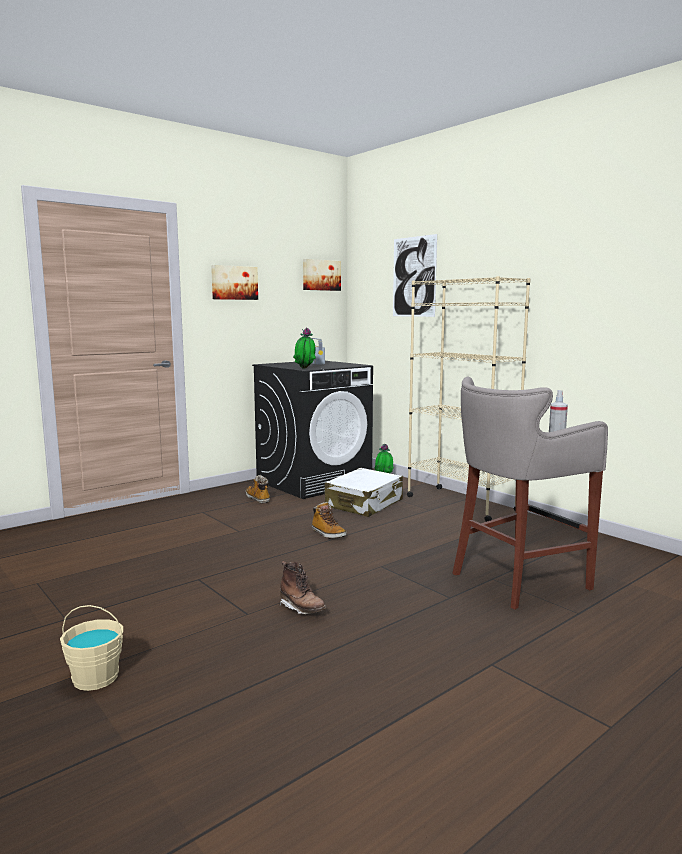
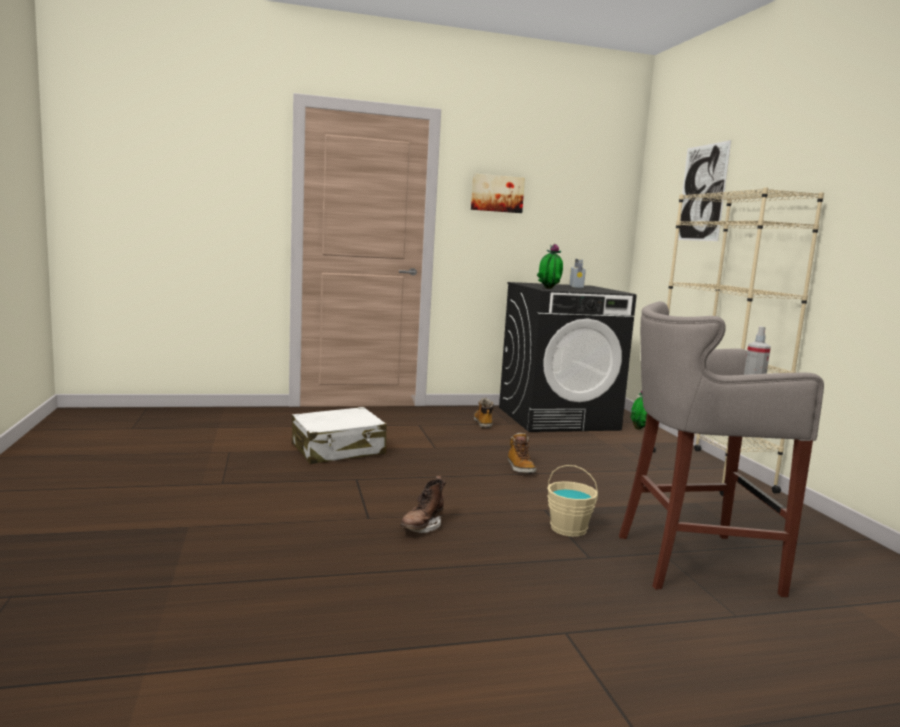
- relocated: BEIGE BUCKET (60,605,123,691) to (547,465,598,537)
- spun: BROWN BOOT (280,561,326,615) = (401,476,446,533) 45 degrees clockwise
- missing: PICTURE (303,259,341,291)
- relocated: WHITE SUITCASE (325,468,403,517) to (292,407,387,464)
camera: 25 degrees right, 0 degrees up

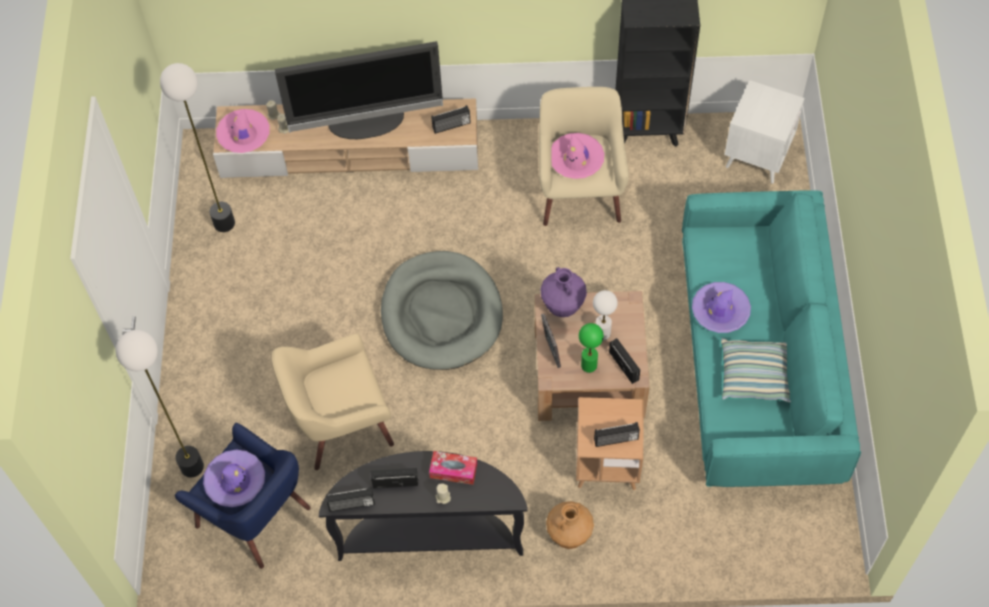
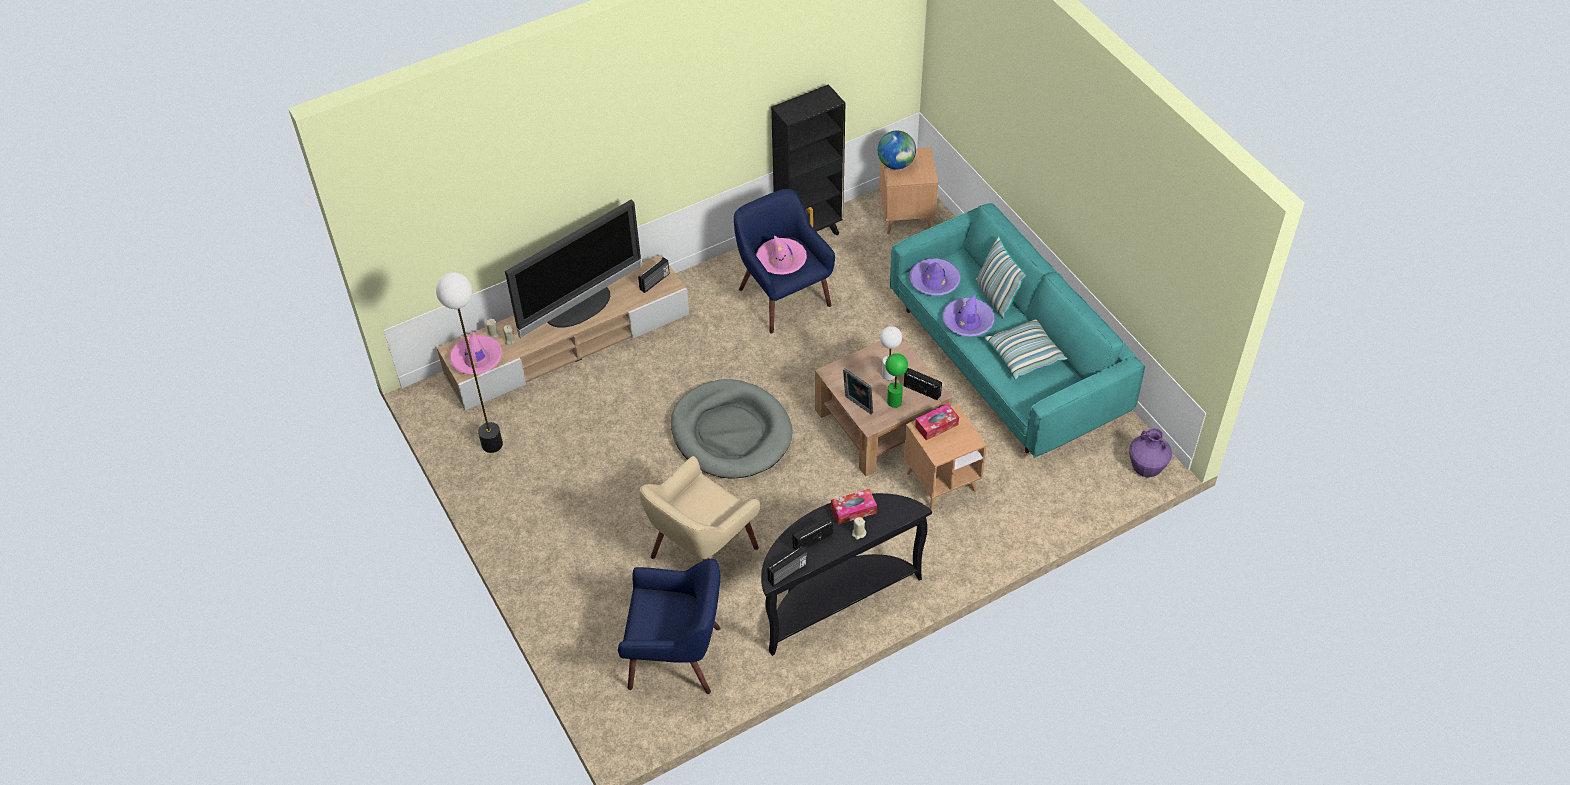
- missing: FLOOR LAMP (116,330,204,477)
- relocated: PURPLE HAT (203,449,265,507) to (909,259,961,296)
- colour: BEIGE ARMCHAIR (539,87,629,226) to BLUE ARMCHAIR (734,189,835,333)
- relocated: PURPLE VASE (540,267,587,317) to (1129,428,1172,477)
- missing: BROWN VASE (546,501,594,549)
- missing: RADIO (594,422,640,447)
- colour: WHITE SIDE TABLE (724,80,804,184) to BROWN SIDE TABLE (879,147,938,235)
- appeared: GLOBE (878,131,916,169)
- appeared: TISSUE BOX (915,404,959,440)
- appeared: PILLOW (975,236,1026,319)
camera: 30 degrees left, 10 degrees down

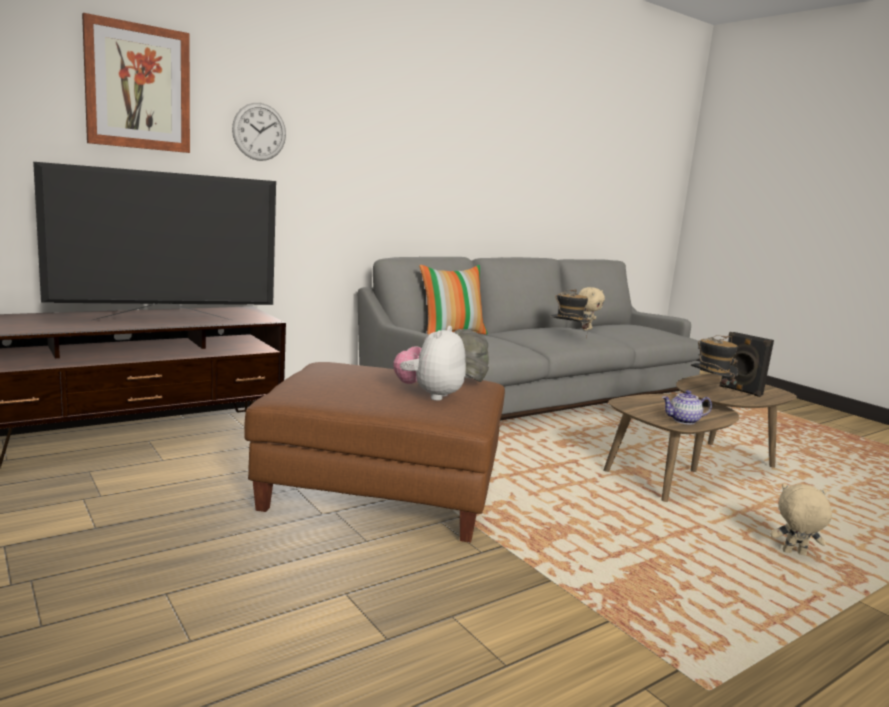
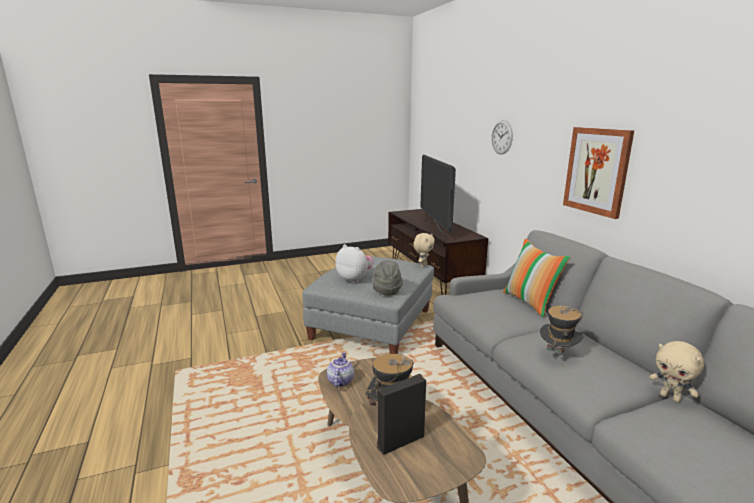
- relocated: PICTURE (82,13,190,153) to (563,127,634,219)
- colour: BROWN OTTOMAN (245,362,505,543) to GREY OTTOMAN (302,256,434,354)
- relocated: BEIGE PLUSH TOY (770,484,832,556) to (413,233,435,267)
camera: 105 degrees right, 5 degrees up

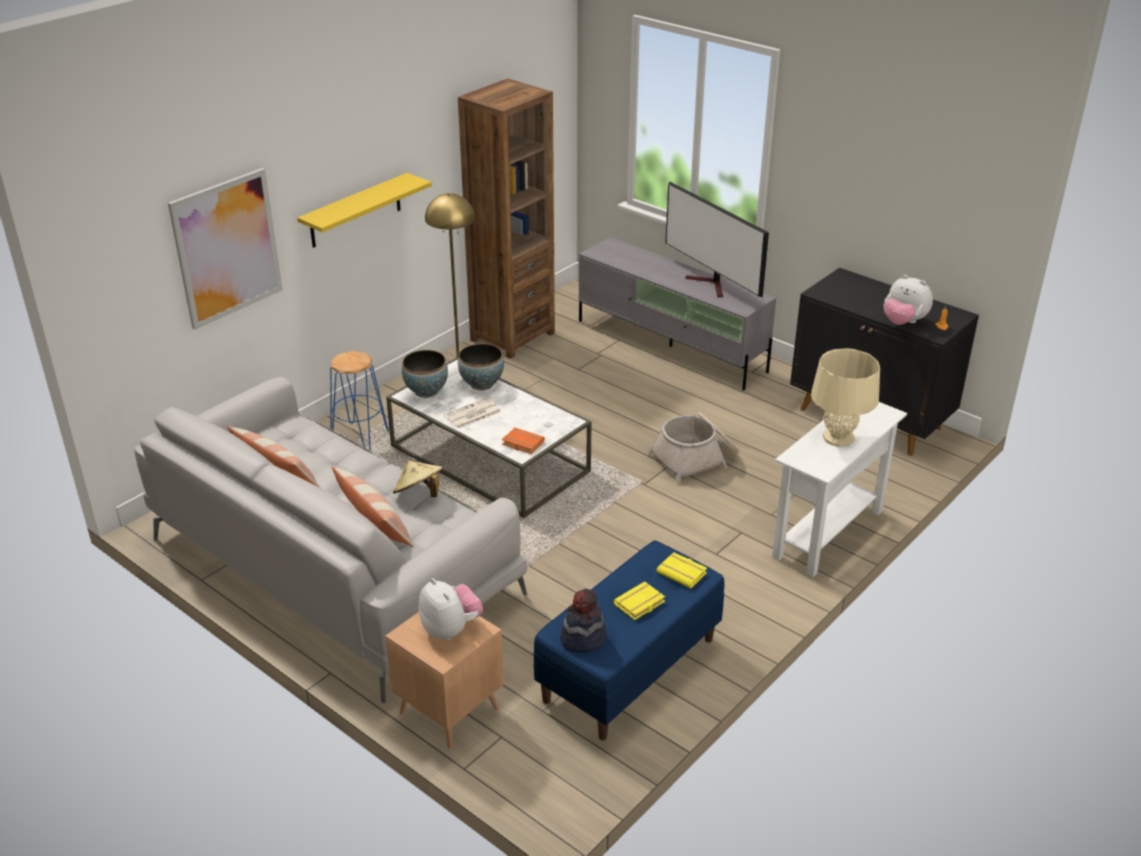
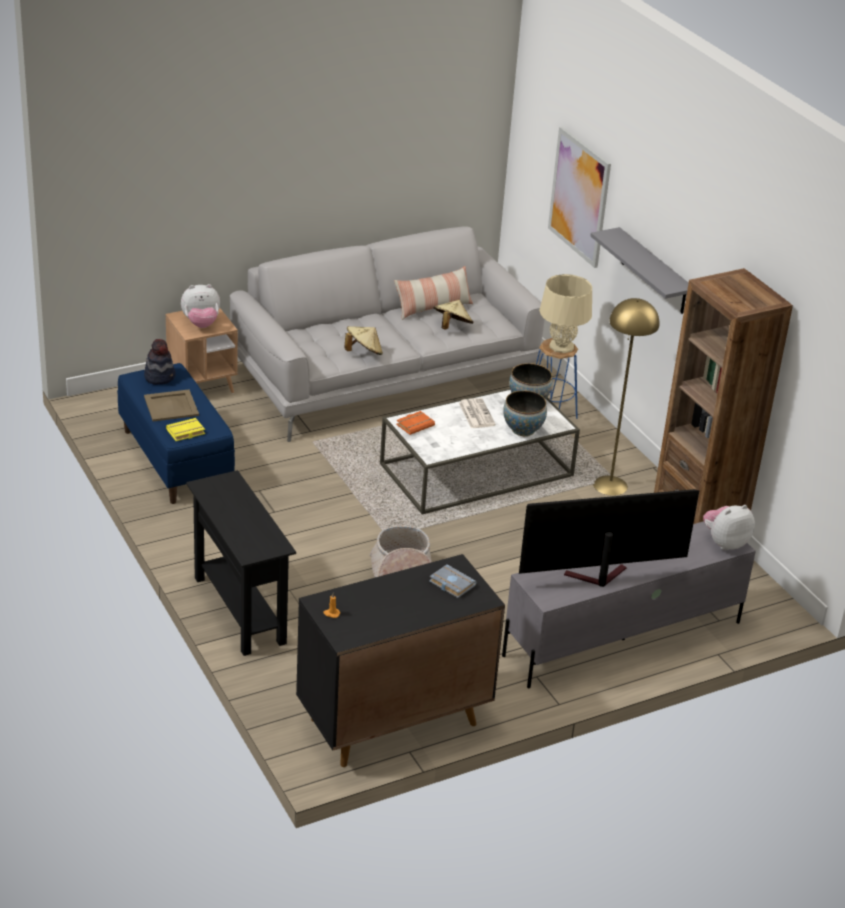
- colour: YELLOW SHELF (297,173,432,248) to GREY SHELF (590,227,689,314)
- missing: PILLOW (331,466,414,547)
- exchanged: YELLOW BOOK (613,581,665,620) to BEIGE TRAY (144,389,199,421)
- colour: WHITE CONSOLE TABLE (772,402,907,577) to BLACK CONSOLE TABLE (186,470,296,656)
- relocated: BEIGE TABLE LAMP (811,348,880,447) to (539,274,592,353)
- relocated: PLUSH TOY (883,275,933,325) to (703,505,755,551)
- appeared: GREY BOOK (429,564,477,598)
- appeared: BEIGE HAT (434,300,473,329)
camera: 110 degrees right, 0 degrees up

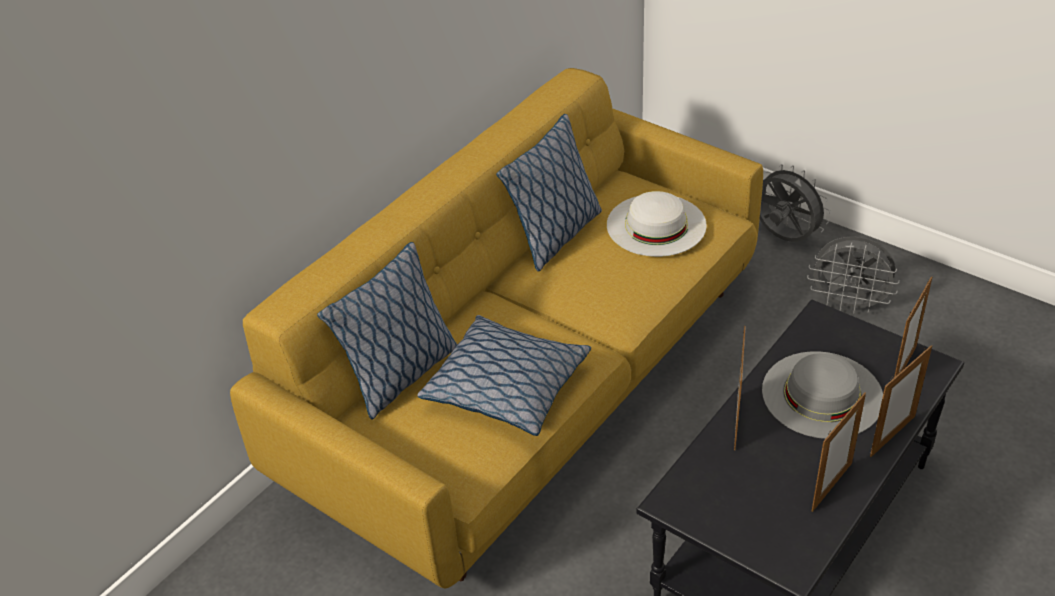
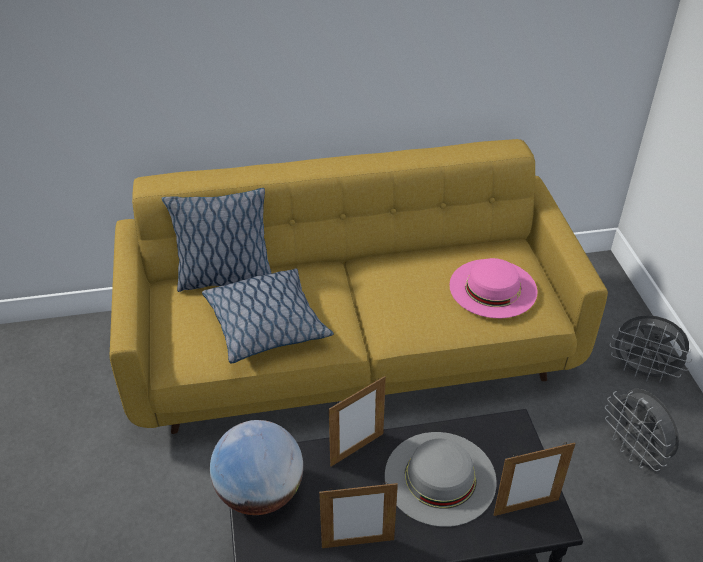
- missing: PILLOW (496,114,602,272)
- colour: WHITE HAT (607,191,707,257) to PINK HAT (449,258,537,318)
- spun: GREY FAN (760,164,830,242) = (610,315,692,383) 120 degrees clockwise
- missing: PICTURE FRAME (870,345,932,457)
- appeared: GLOBE (210,420,303,515)
camera: 40 degrees right, 0 degrees up

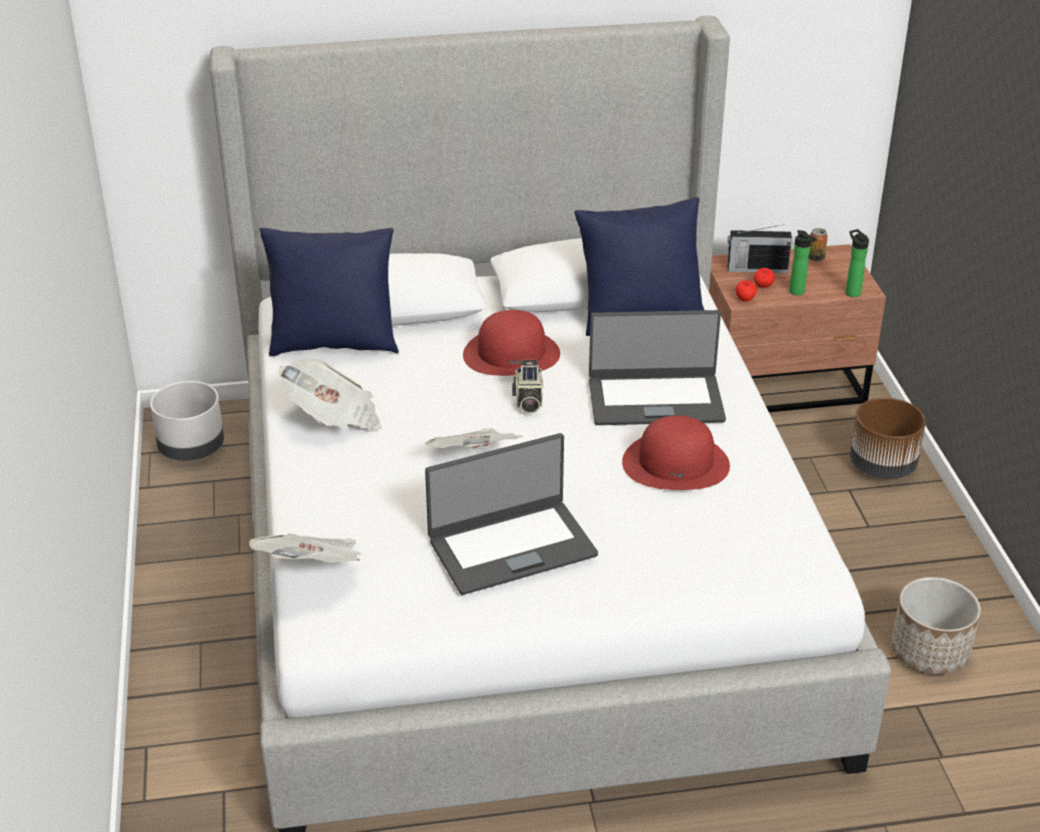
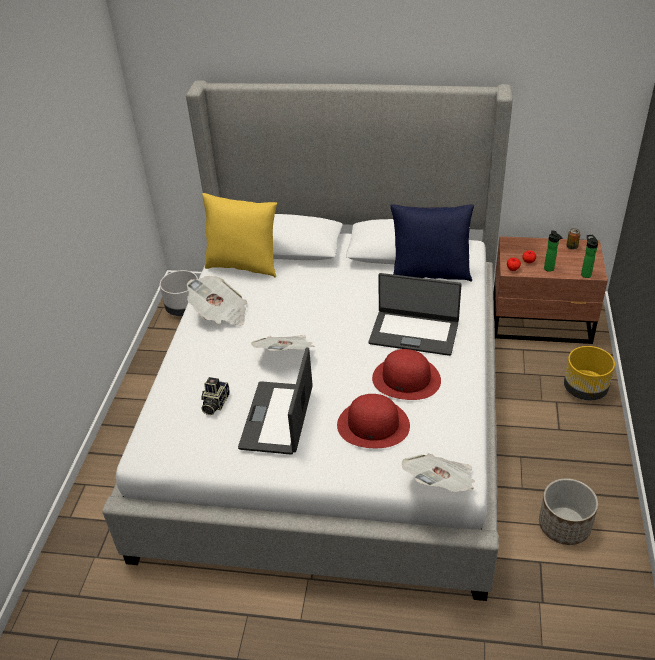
- relocated: NEWSPAPER (249,533,361,563) to (402,453,475,492)
- colour: BLUE PILLOW (259,228,399,356) to YELLOW PILLOW (202,193,277,278)
- spun: LAPTOP (425,433,598,595) = (238,347,313,455) 105 degrees clockwise
- relocated: RED HAT (463,310,560,376) to (337,394,410,448)
- relocated: PHOTO CAMERA (512,360,543,414) to (201,377,230,415)
- missing: RADIO (728,225,792,273)
- colour: BROWN PLANTER (850,398,926,479) to YELLOW PLANTER (564,346,615,400)
camera: 20 degrees right, 5 degrees up

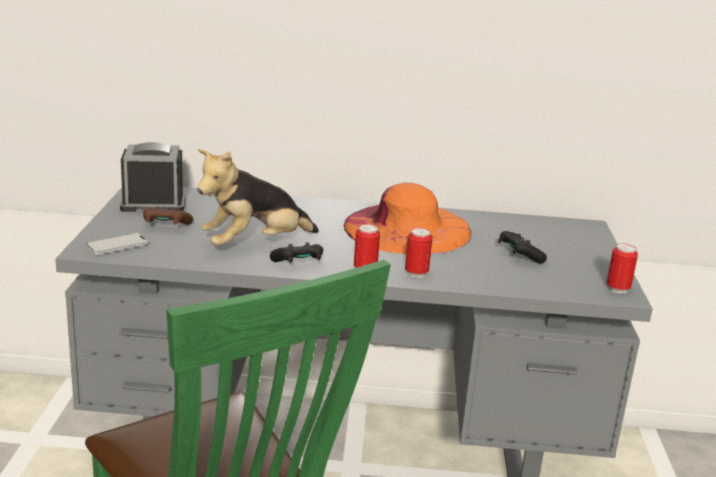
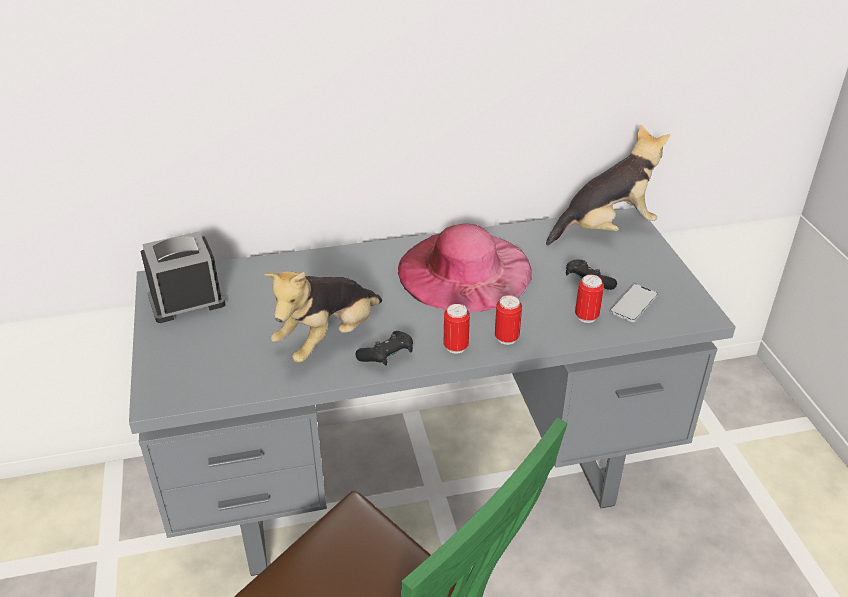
- relocated: PHONE (86,233,148,255) to (610,284,658,322)
- missing: BROWN GAME CONTROLLER (143,207,193,225)
- colour: ORANGE HAT (344,182,472,255) to PINK HAT (398,224,532,312)
- relocated: CAN (606,243,638,294) to (575,275,604,323)
- appeared: PLUSH TOY (546,124,670,245)
camera: 15 degrees left, 15 degrees up

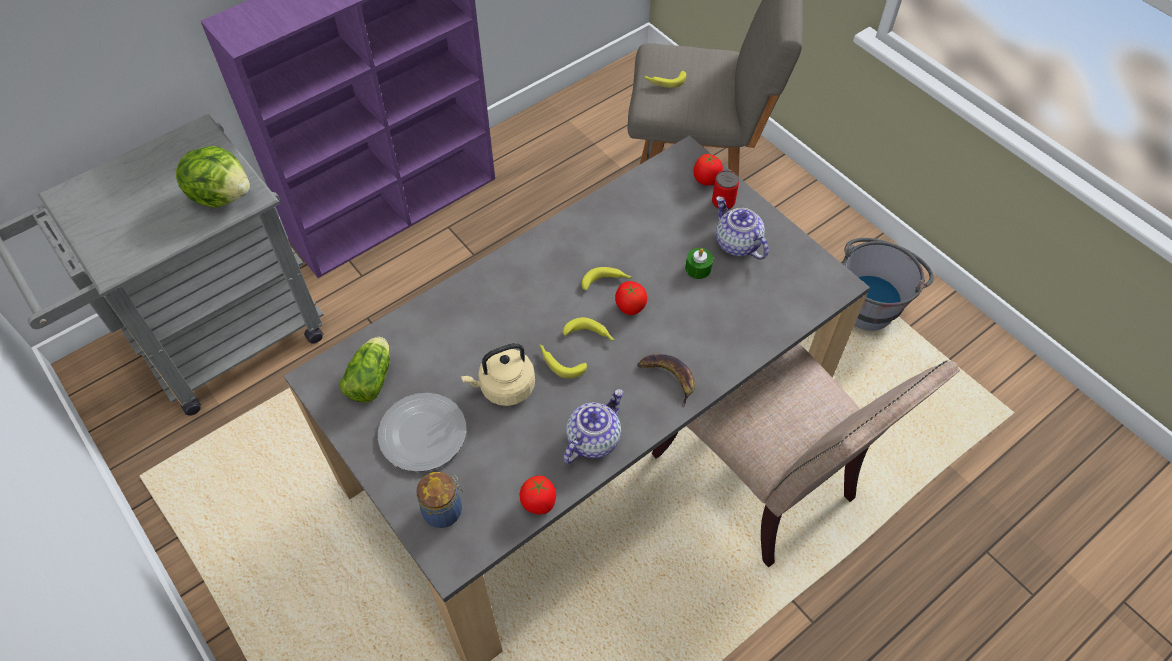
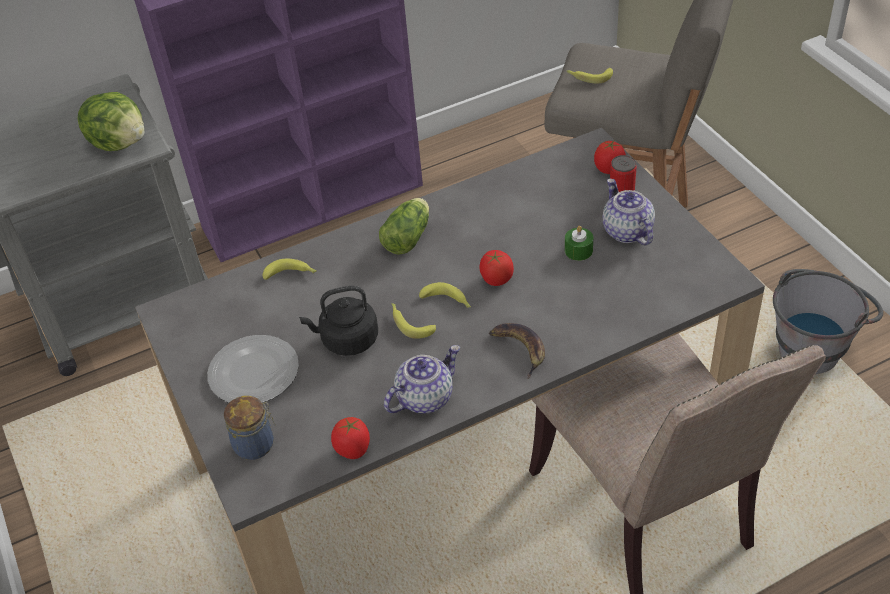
- relocated: LETTUCE (340,337,390,403) to (379,198,429,255)
- colour: BEIGE KETTLE (461,343,535,406) to BLACK KETTLE (299,286,378,356)
- relocated: BANANA (581,267,632,290) to (263,259,317,280)
camera: 15 degrees right, 10 degrees down

